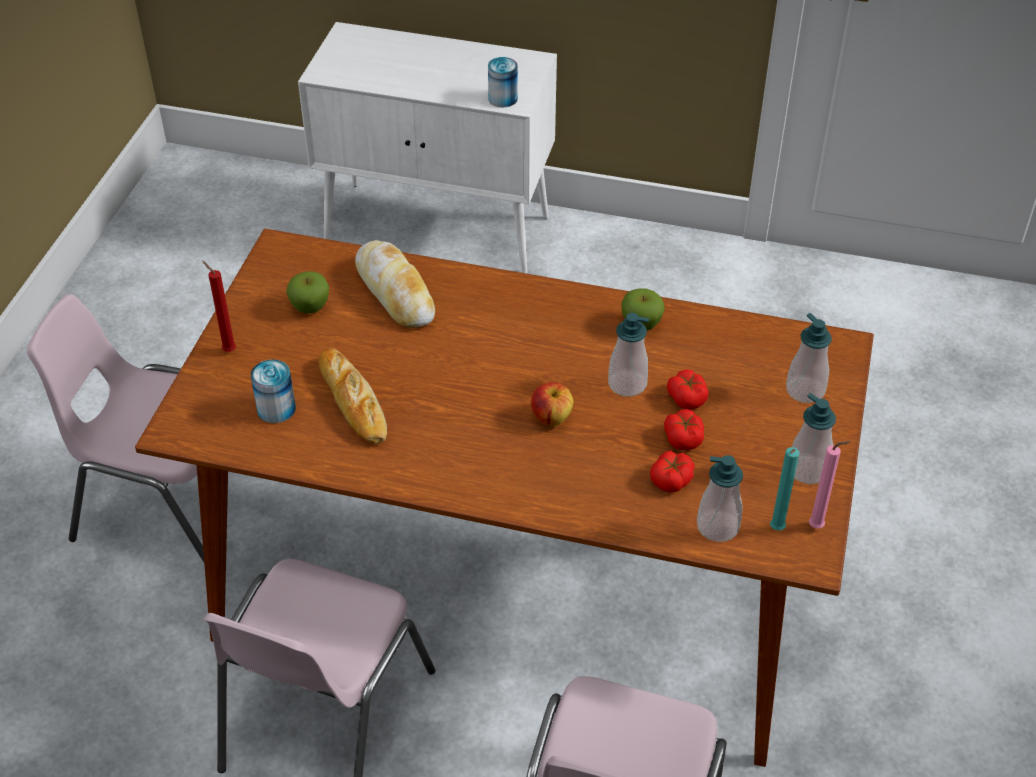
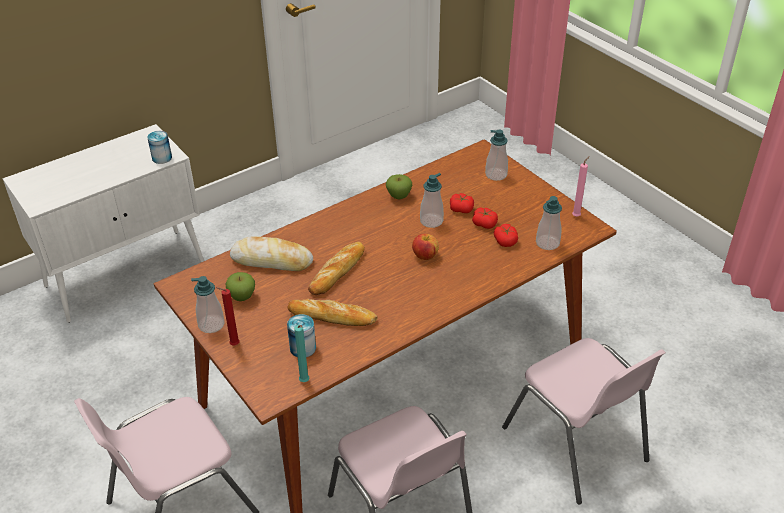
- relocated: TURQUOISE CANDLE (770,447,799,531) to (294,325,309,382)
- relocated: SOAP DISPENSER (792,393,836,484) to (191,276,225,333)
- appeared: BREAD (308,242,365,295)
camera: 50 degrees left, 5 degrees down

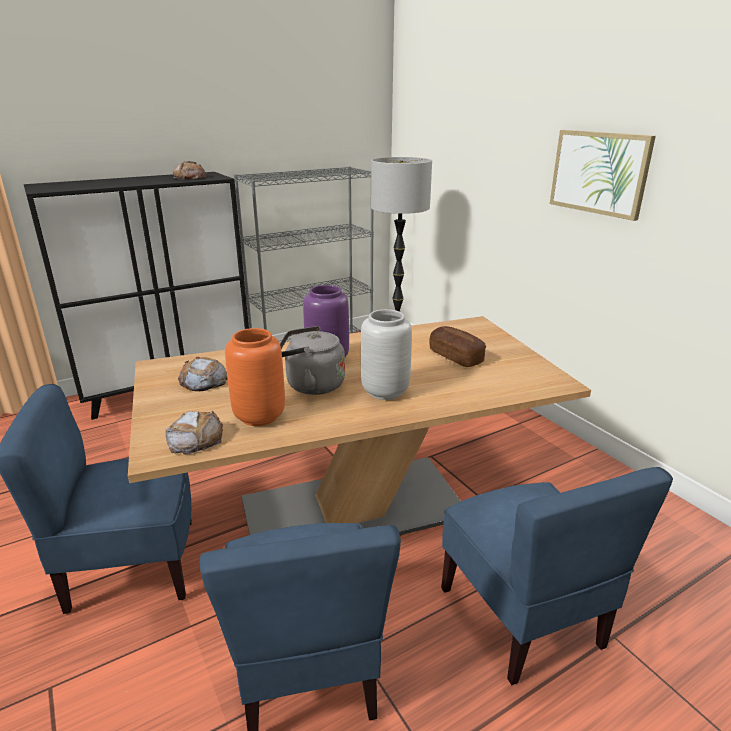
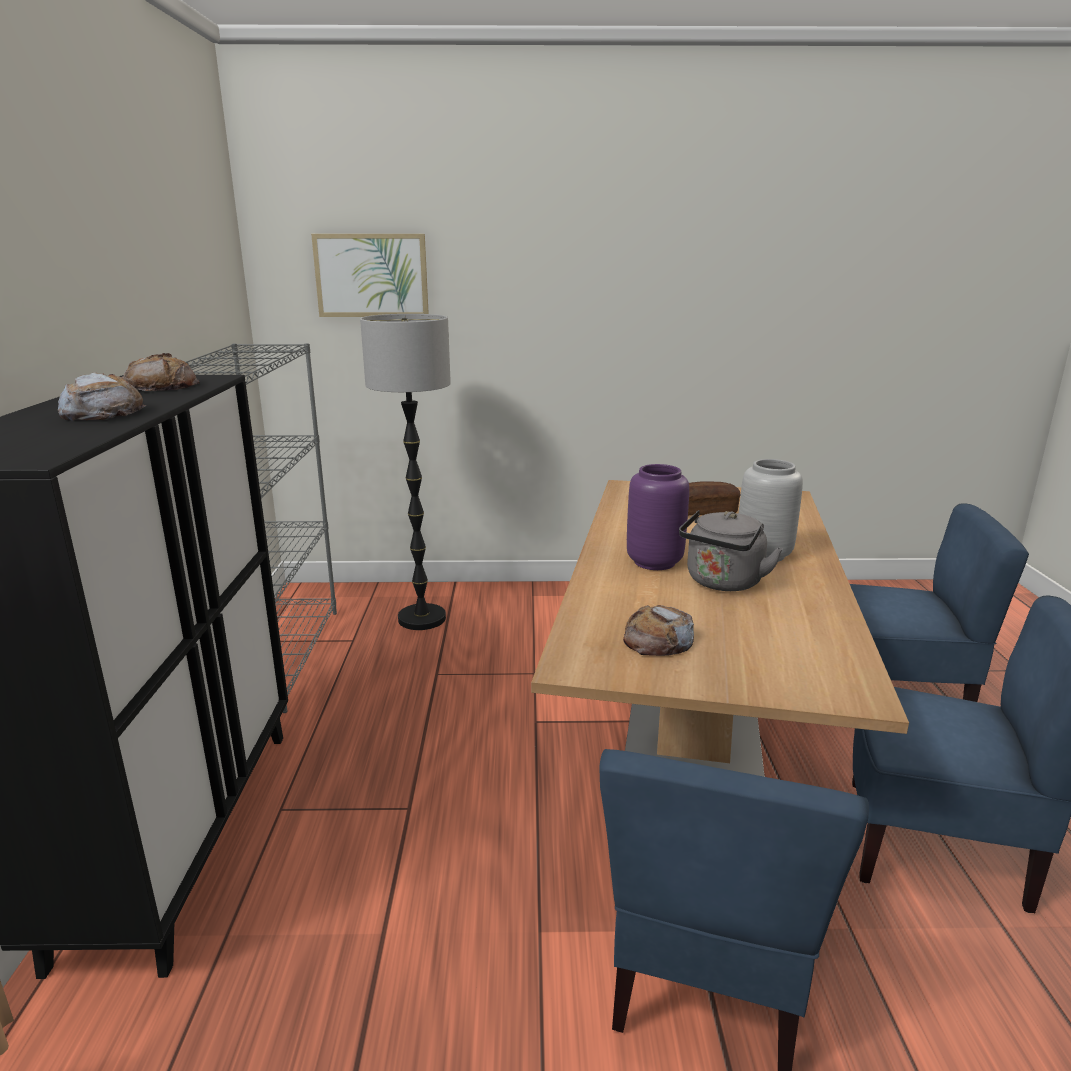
- relocated: BREAD (165,411,223,455) to (58,372,146,421)
- missing: ORANGE VASE (225,328,285,426)
- relocated: PICTURE (550,130,656,221) to (311,234,429,317)
camera: 60 degrees left, 5 degrees down

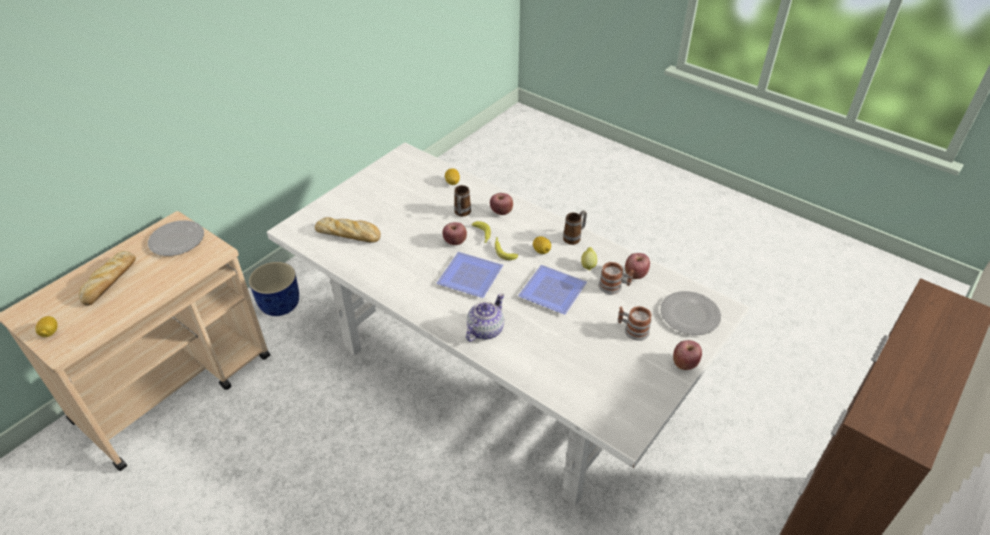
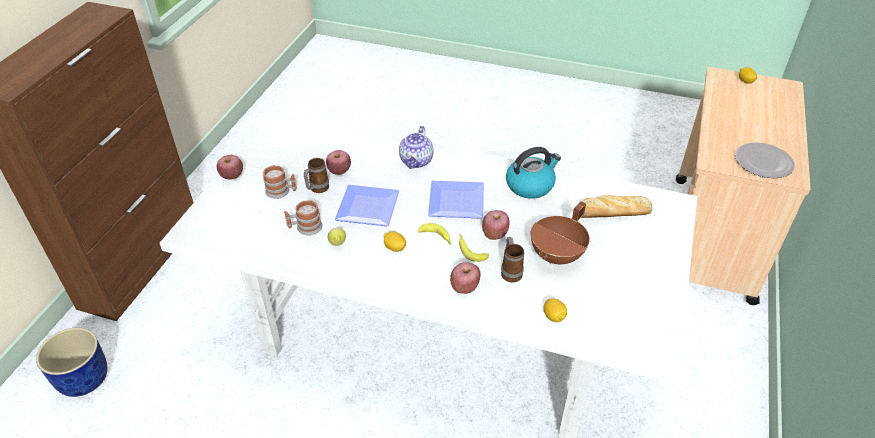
- missing: BREAD (79,251,136,306)
- relocated: BLUE PLANTER (249,262,299,316) to (36,328,108,397)
- relocated: MUG (563,210,587,245) to (304,158,329,193)
- relocated: APPLE (625,253,650,279) to (326,150,351,175)
- missing: PLATE (660,291,721,335)
- appeared: KETTLE (506,147,561,199)
- appeared: BROWN COOKING POT (531,201,590,264)
camera: 160 degrees right, 0 degrees up

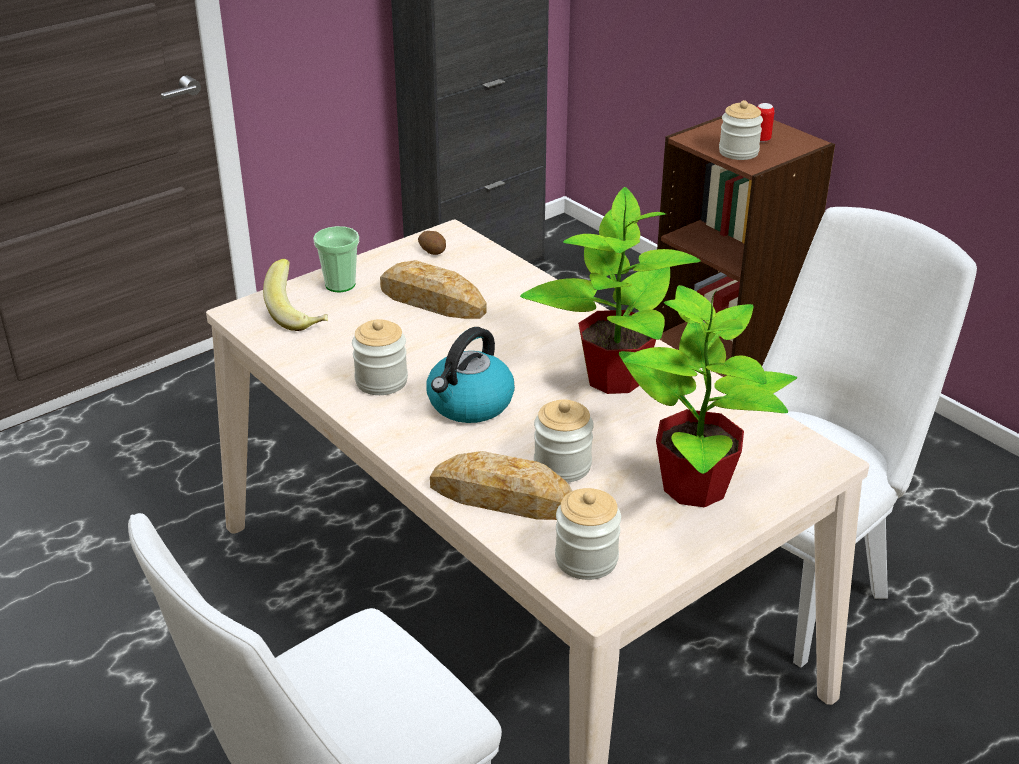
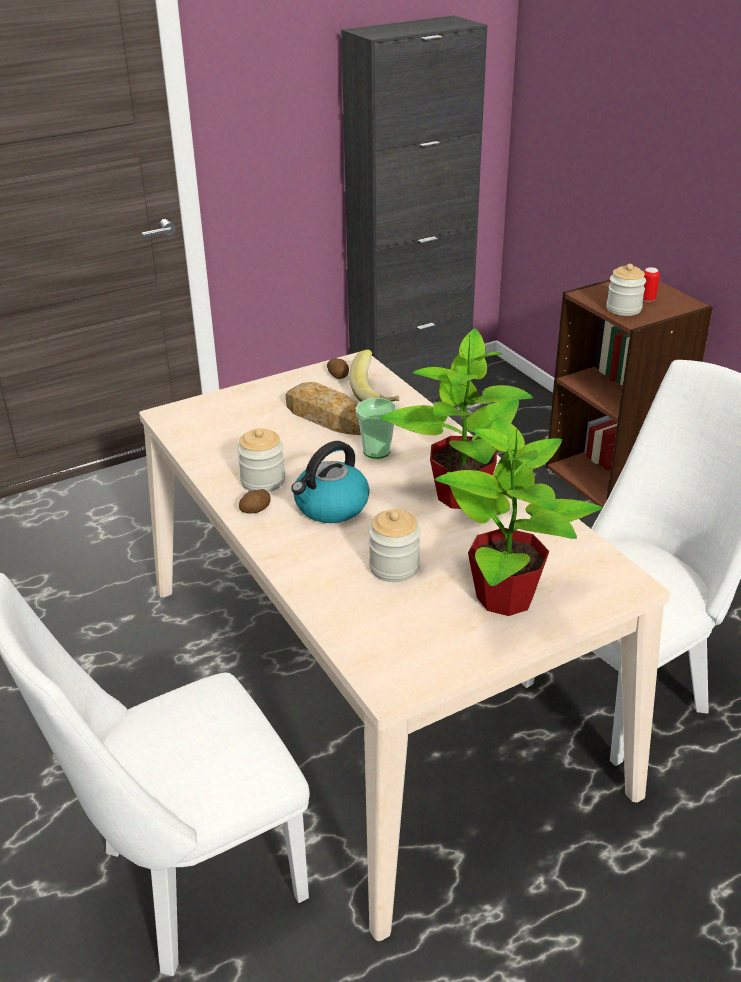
- relocated: BANANA (263,259,328,331) to (349,349,400,402)
- relocated: CUP (313,226,359,292) to (356,398,397,459)
- missing: BREAD (430,451,572,520)
- missing: JAR (555,488,621,580)
- appeared: POTATO (239,489,271,514)
camera: 10 degrees right, 0 degrees up

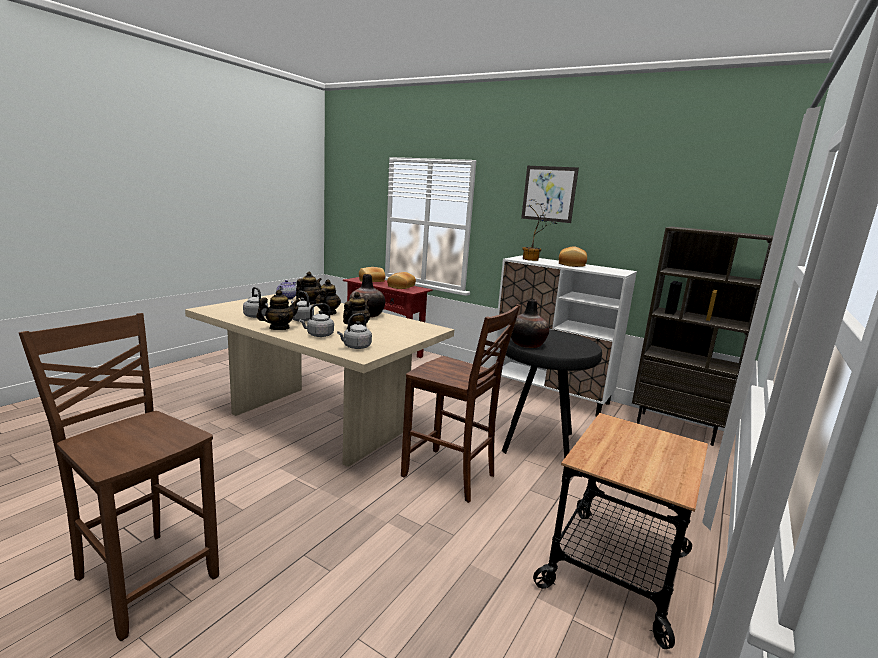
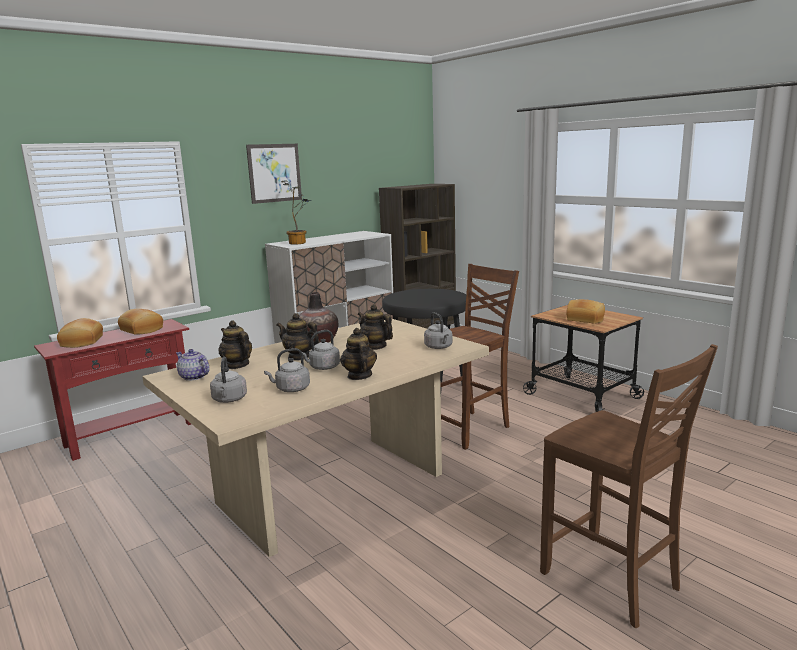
- spun: BROWN CHAIR (19,313,219,641) = (540,344,718,628) 90 degrees counterclockwise
- relocated: GREY KETTLE (299,303,334,337) to (210,357,247,403)
- missing: VASE (511,299,549,348)
- relocated: BREAD (559,247,587,267) to (566,299,605,324)
camera: 70 degrees left, 0 degrees up

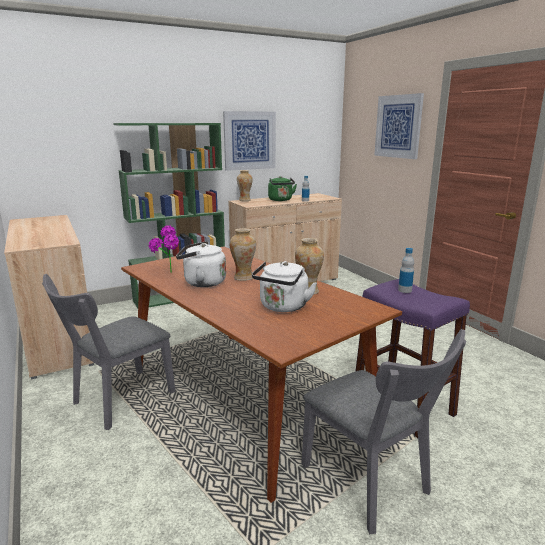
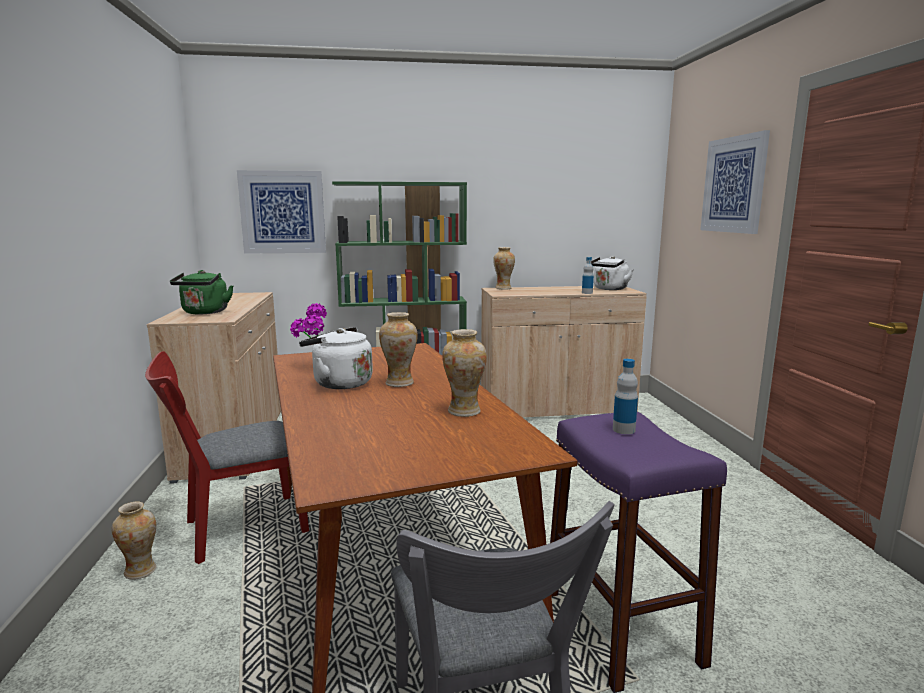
- colour: GREY CHAIR (42,274,175,430) to RED CHAIR (145,351,309,564)
- relocated: PICTURE (223,111,276,171) to (237,170,326,254)
- relocated: WHITE KETTLE (252,261,317,312) to (591,256,633,290)
- relocated: GREEN KETTLE (268,176,297,201) to (170,270,233,314)
- appeared: VASE (112,501,157,580)
camera: 20 degrees right, 5 degrees down

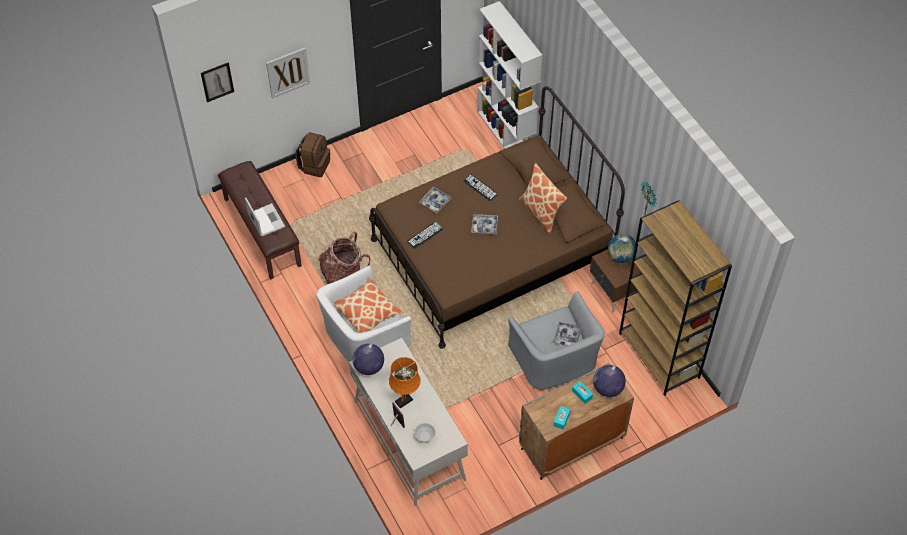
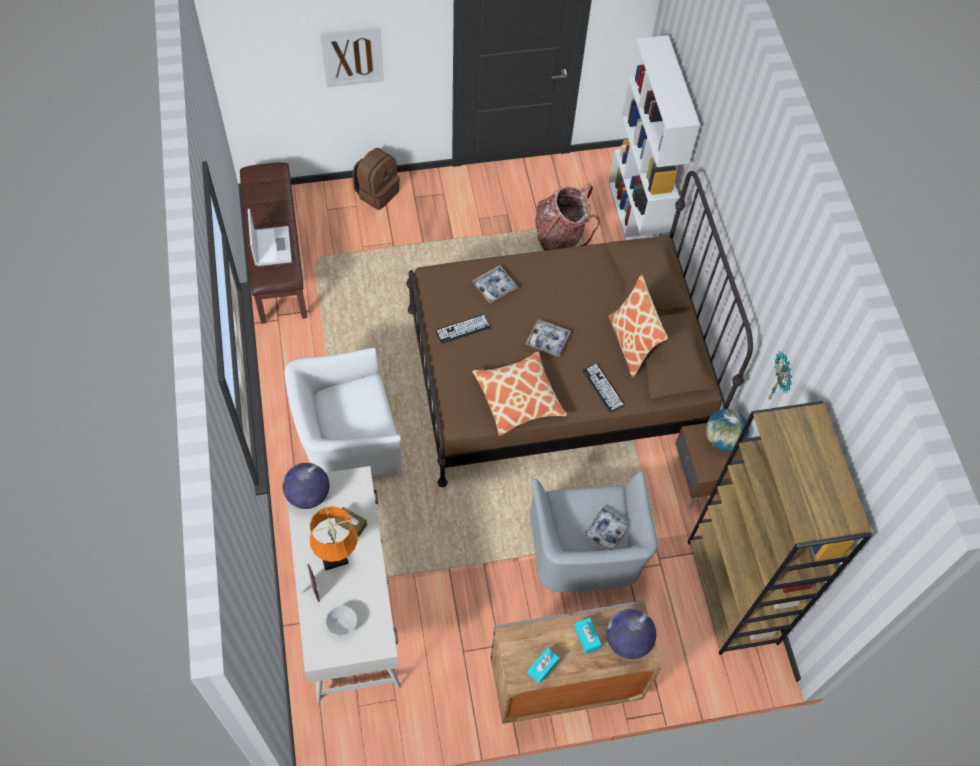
- missing: PICTURE (201,62,234,102)
- relocated: BACKPACK (319,231,370,284) to (535,184,600,251)
- relocated: PILLOW (334,277,403,333) to (472,352,567,436)
- relocated: KEYBOARD (463,175,498,201) to (582,364,625,413)
camera: 15 degrees right, 5 degrees up

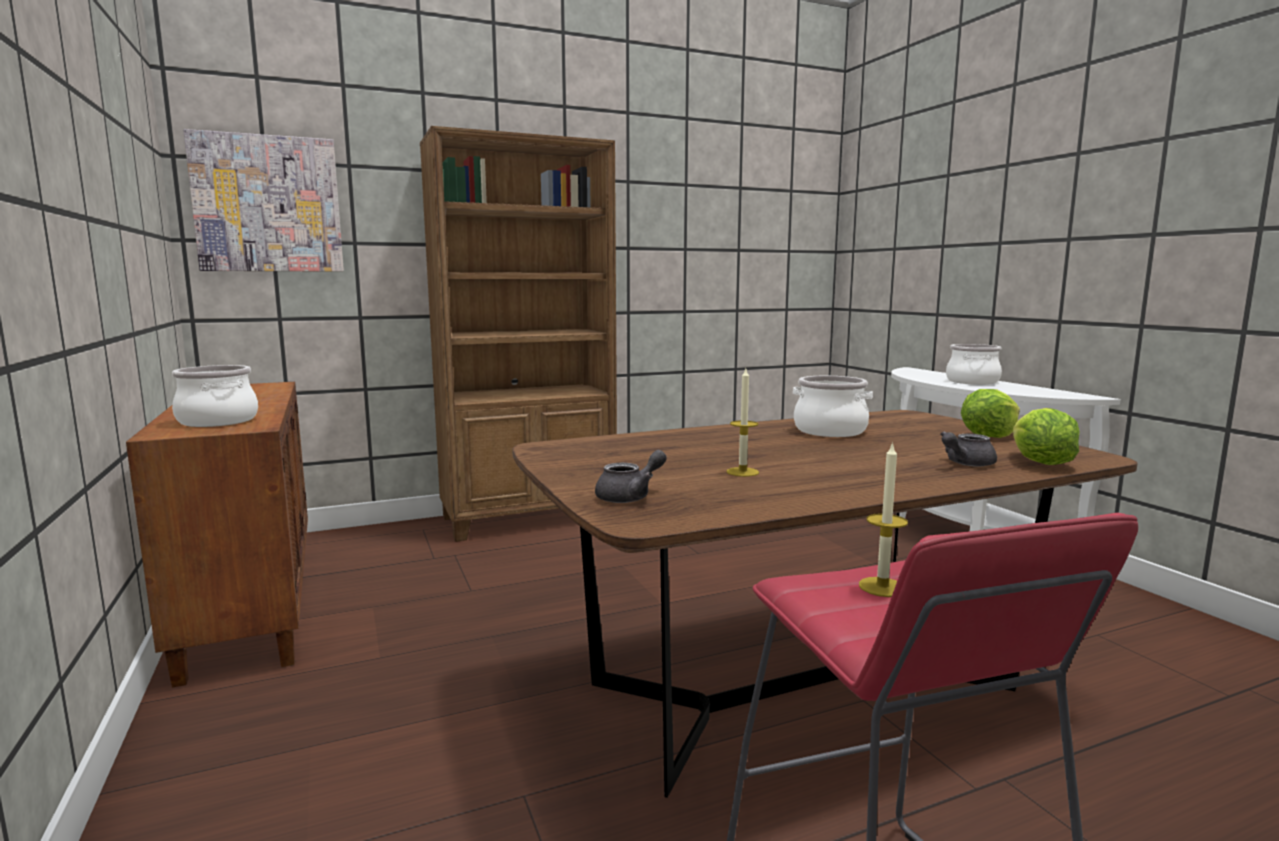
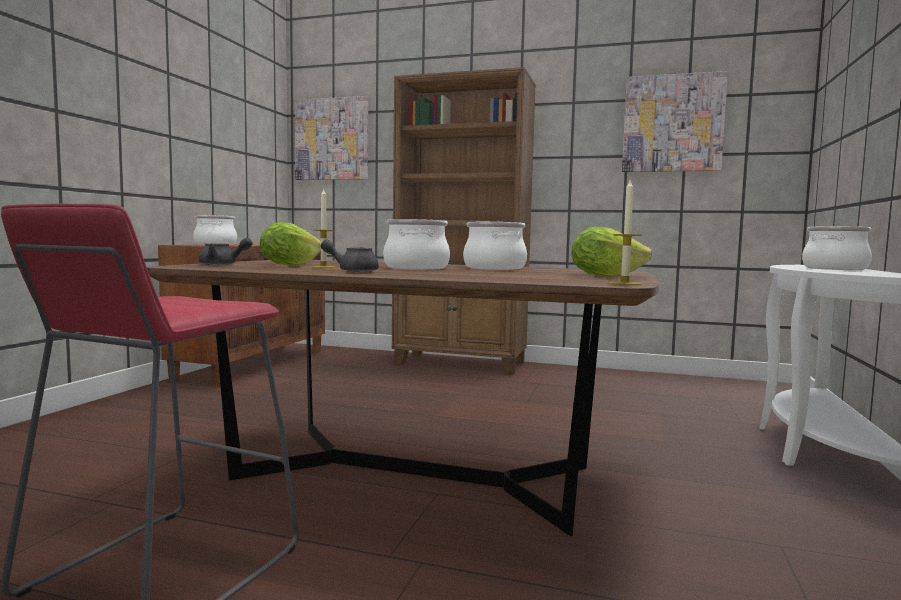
- relocated: CANDLE (859,442,908,597) to (609,180,642,285)
- relocated: GREY TEAPOT (940,431,997,467) to (321,240,379,272)
- relocated: LETTUCE (1013,408,1080,465) to (260,222,321,266)
- appeared: COOKING POT (383,219,450,270)
- appeared: PICTURE (622,71,728,172)
camera: 40 degrees right, 5 degrees down

